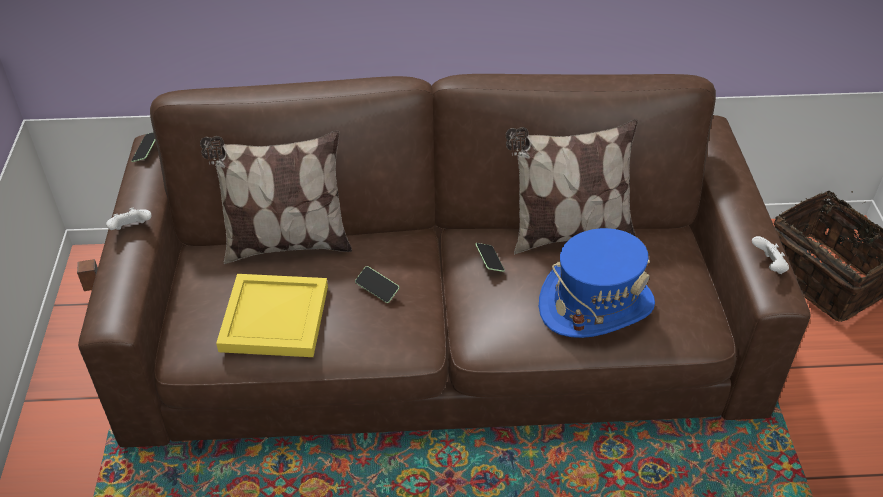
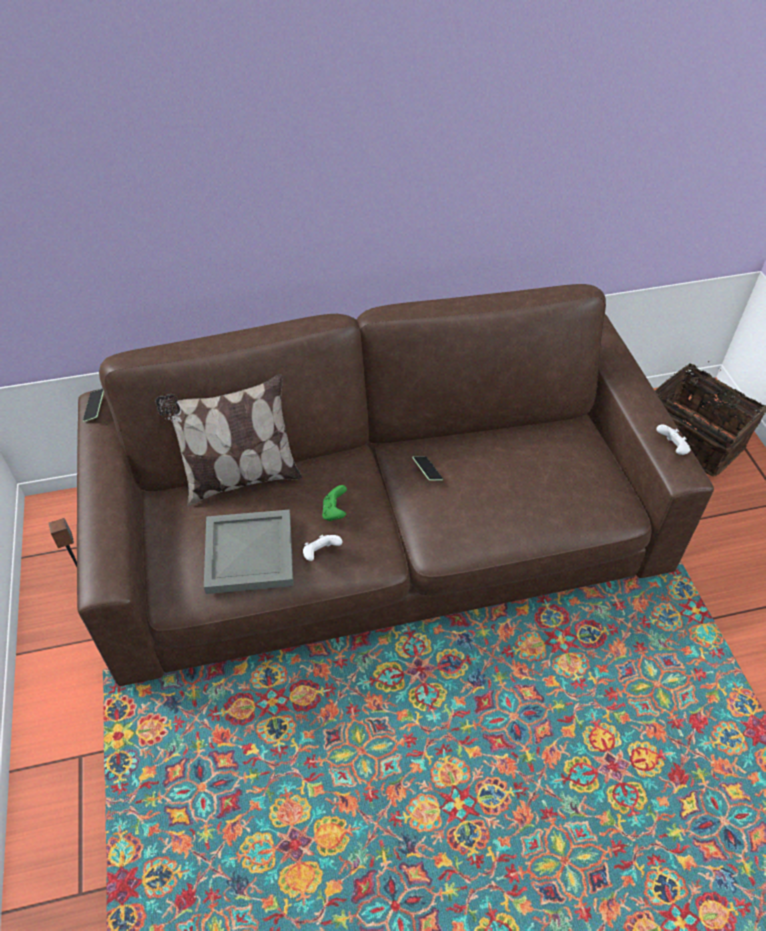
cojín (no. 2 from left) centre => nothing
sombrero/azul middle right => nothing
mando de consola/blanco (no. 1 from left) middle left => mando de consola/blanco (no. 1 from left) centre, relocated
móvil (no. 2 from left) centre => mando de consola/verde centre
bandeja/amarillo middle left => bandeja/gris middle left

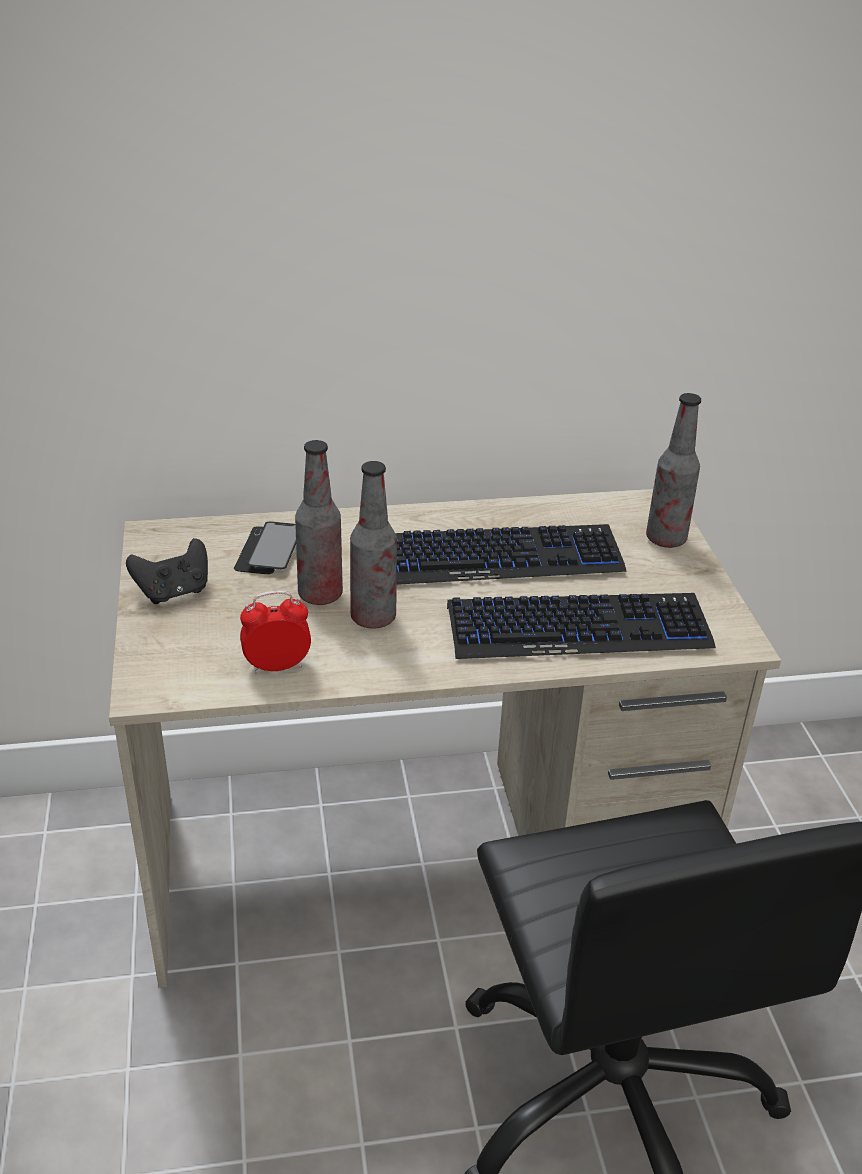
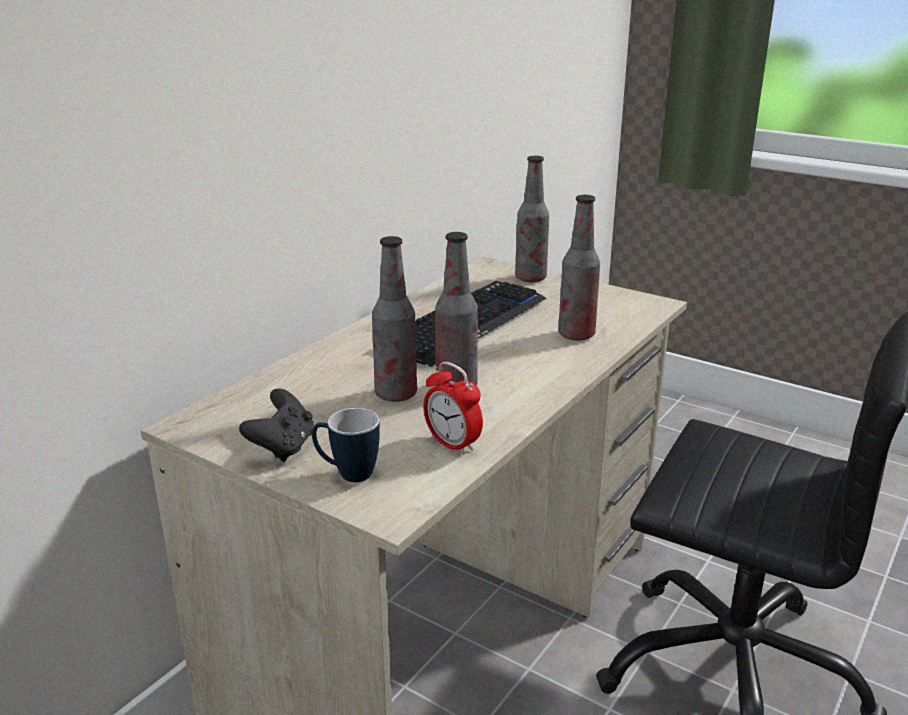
móvil middle left => nothing
nothing => taza grande centre
teclado (no. 2 from left) middle right => botella (no. 4 from left) centre
despertador middle left => despertador centre, 75 degrees counterclockwise

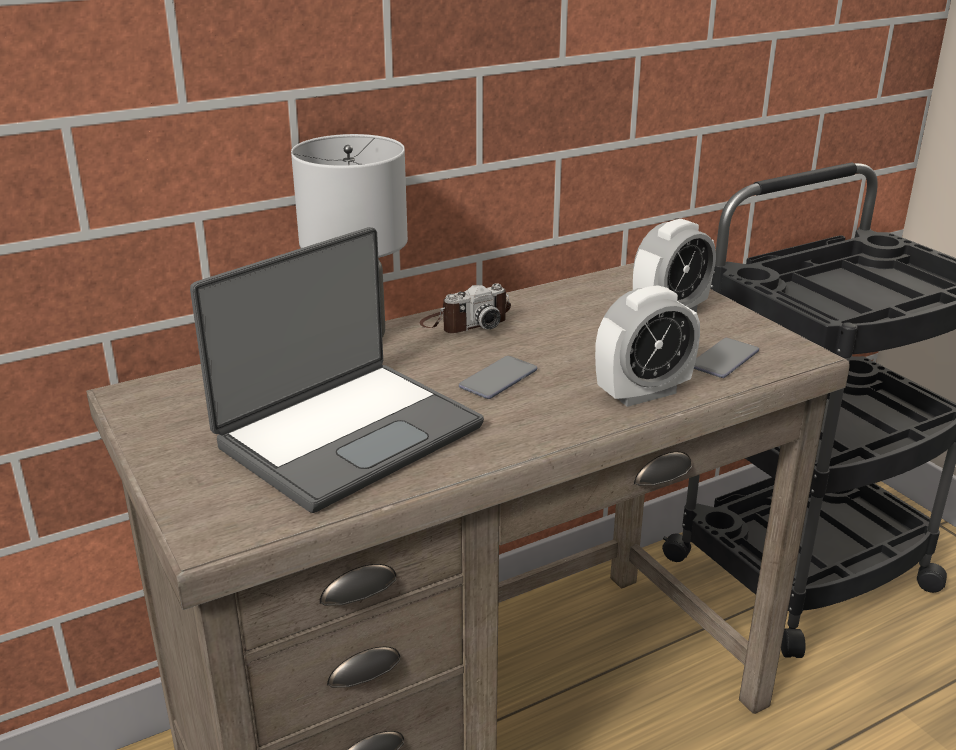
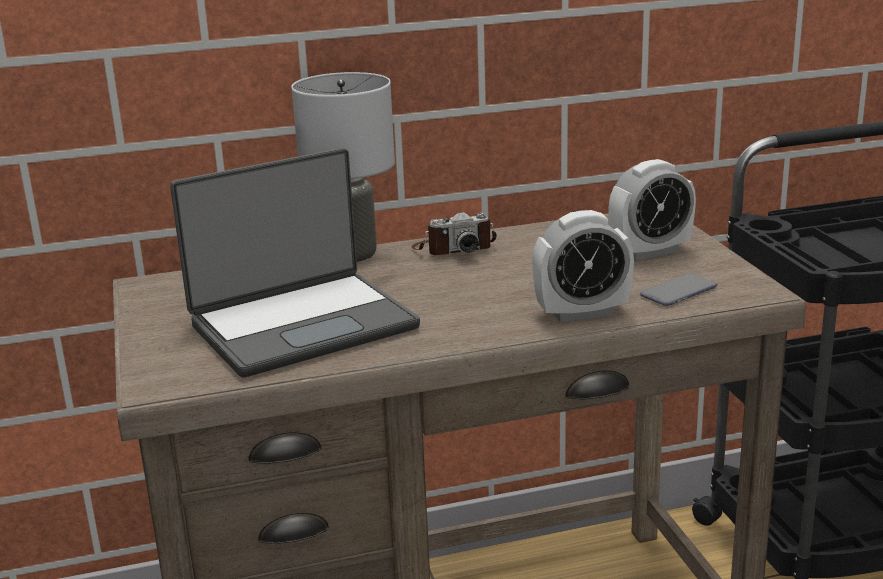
móvil (no. 1 from left) centre => nothing

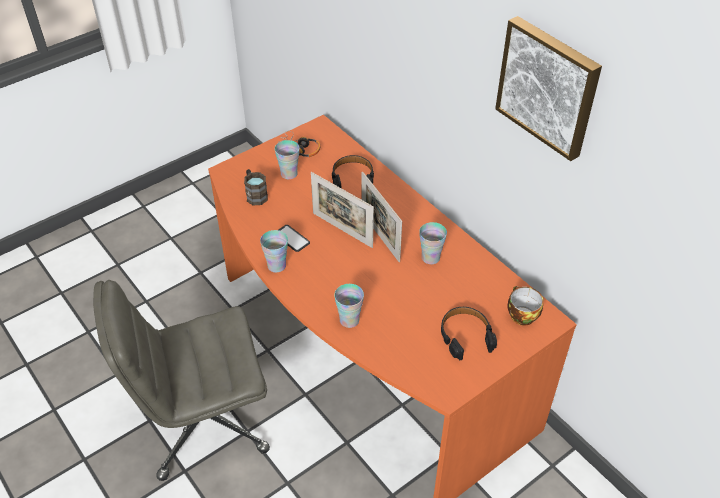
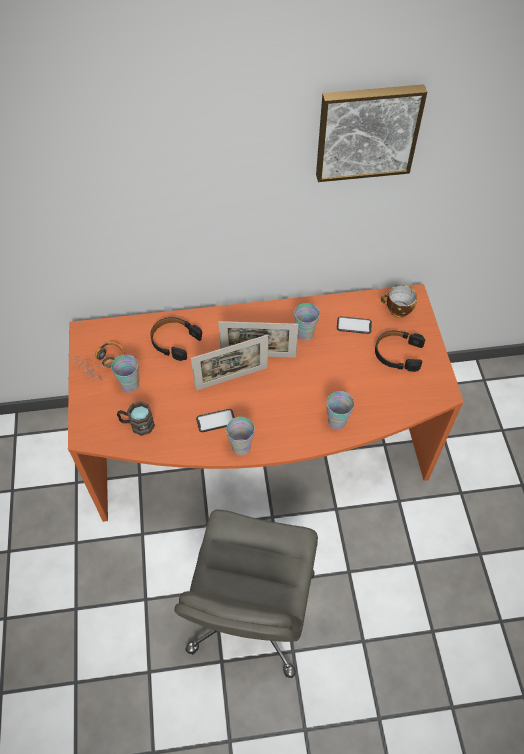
nothing => móvil (no. 2 from left) middle right

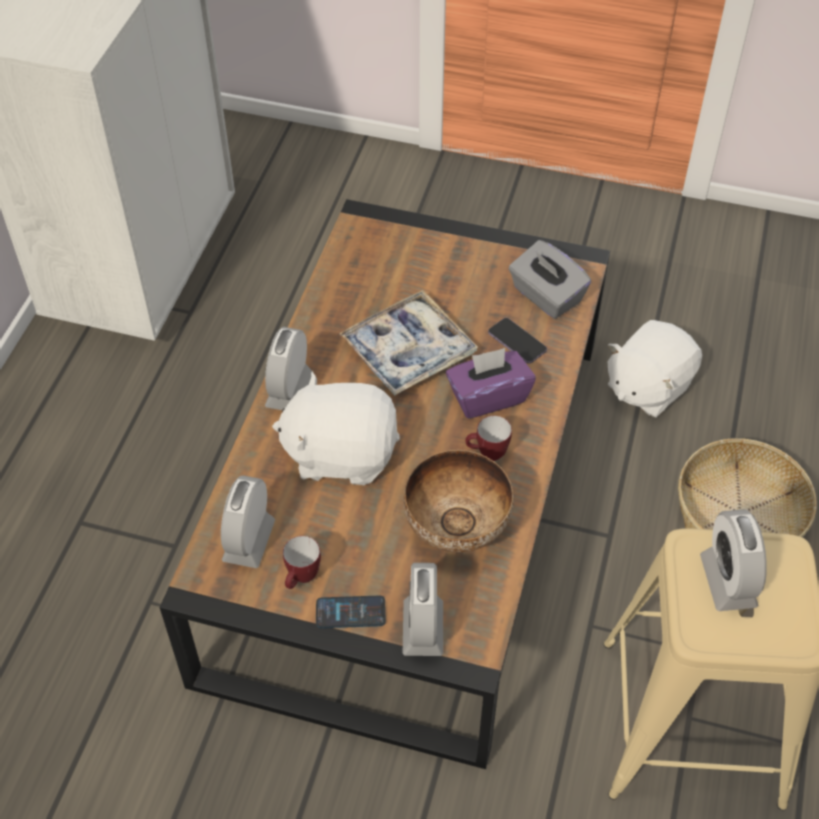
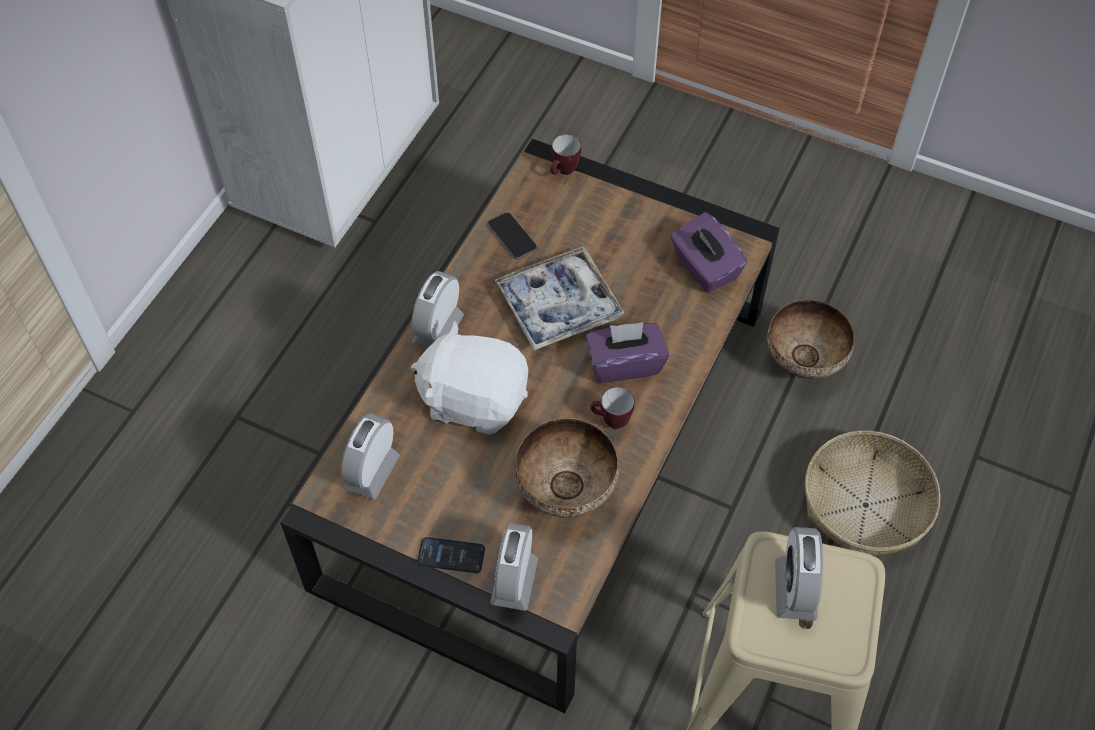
taza grande (no. 1 from left) bottom centre => taza grande (no. 1 from left) top centre, relocated
móvil (no. 2 from left) centre => móvil (no. 2 from left) top centre, relocated
peluche/blanco (no. 2 from left) middle right => cuenco (no. 2 from left) middle right
caja de pañuelos/gris middle right => caja de pañuelos/morado (no. 2 from left) centre

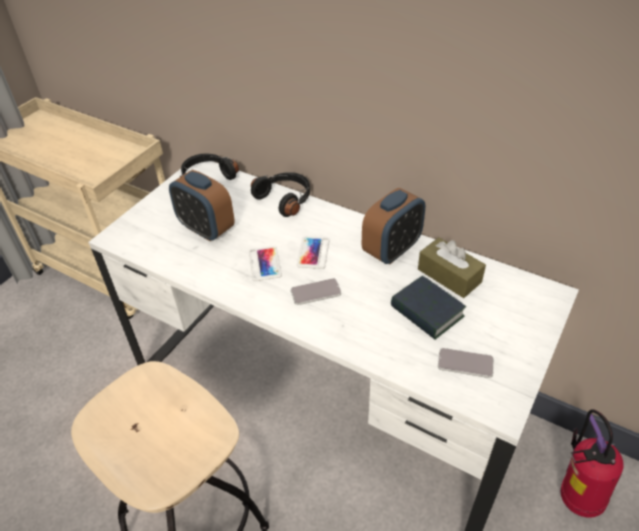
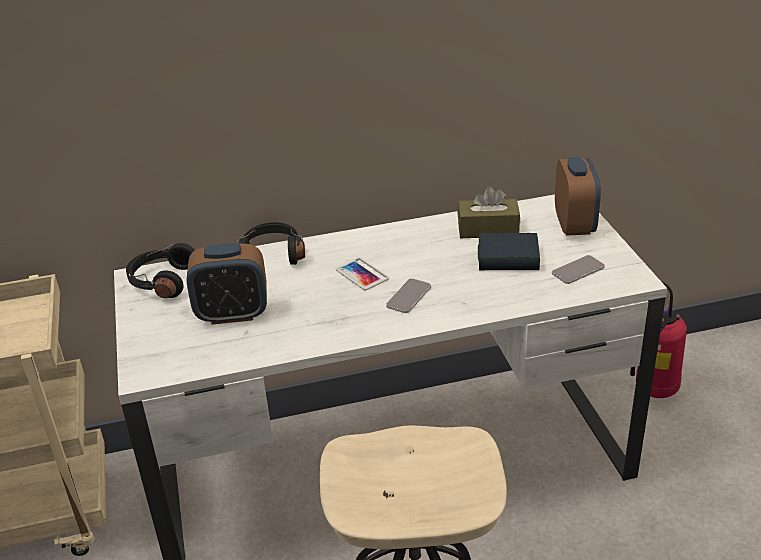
móvil (no. 1 from left) centre => nothing
despertador (no. 2 from left) centre => despertador (no. 2 from left) middle right, relocated

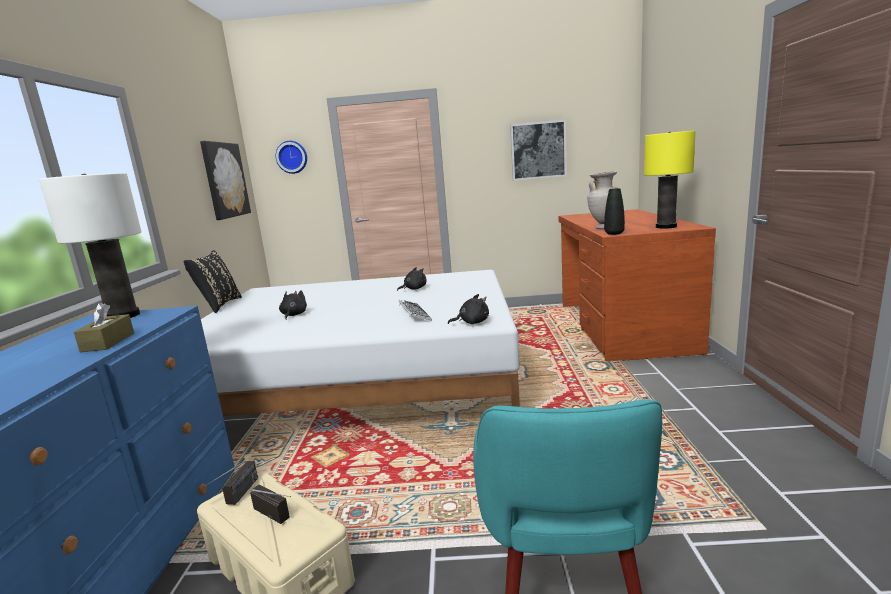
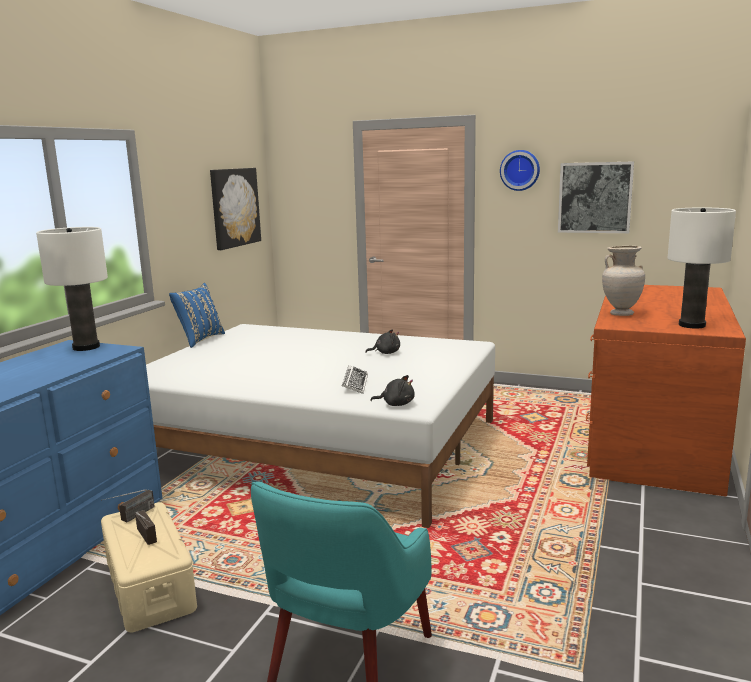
caja de pañuelos/marrón middle left => nothing
peluche/negro (no. 1 from left) middle left => nothing
florero/negro middle right => nothing
reloj de pared top left => reloj de pared top right, relocated
cojín/negro middle left => cojín/azul middle left
lámpara de mesa/amarillo top right => lámpara de mesa/blanco (no. 2 from left) middle right

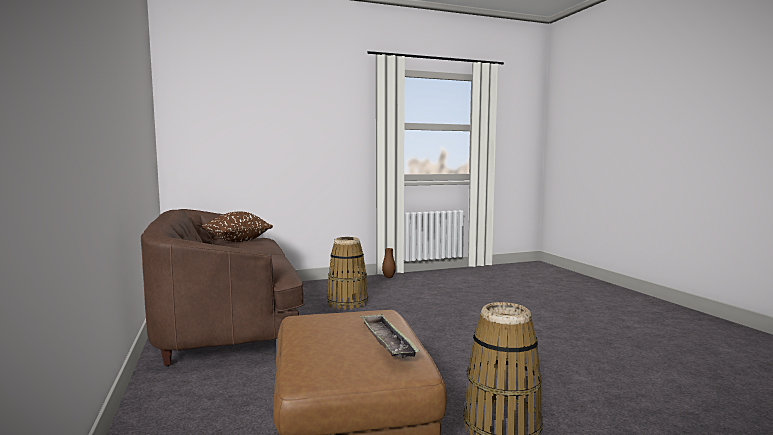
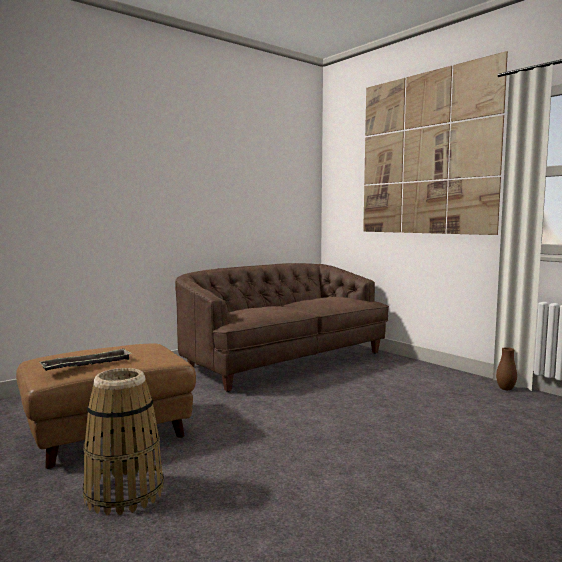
cojín/marrón middle left => nothing
cesta (no. 1 from left) centre => nothing
nothing => cuadro top right

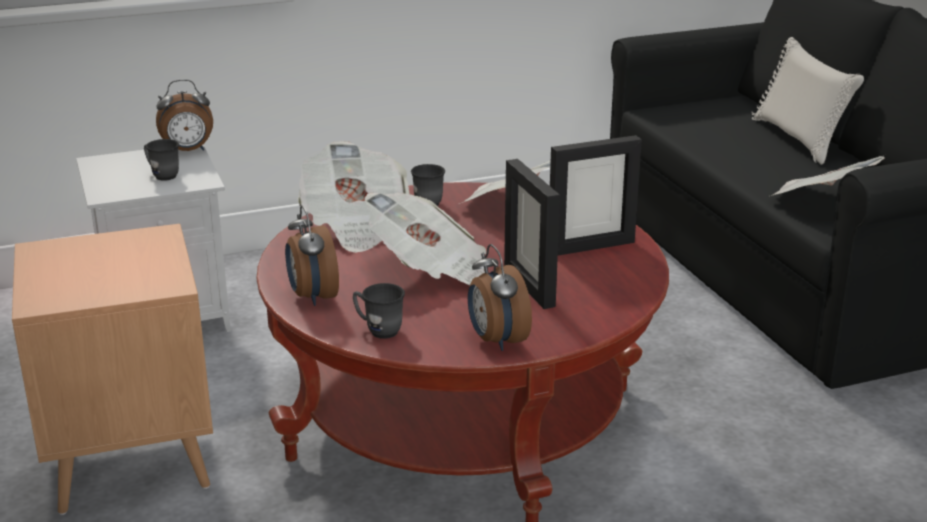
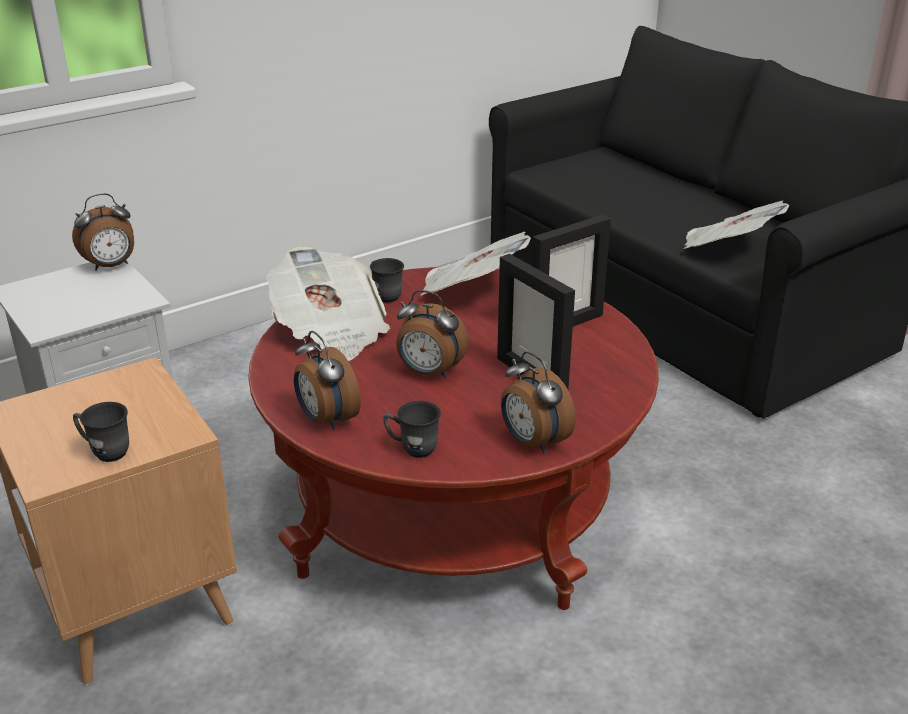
cojín/blanco top right => nothing
taza grande/gris (no. 1 from left) top left => taza grande/gris (no. 1 from left) middle left, relocated
periódico (no. 2 from left) centre => despertador (no. 3 from left) centre

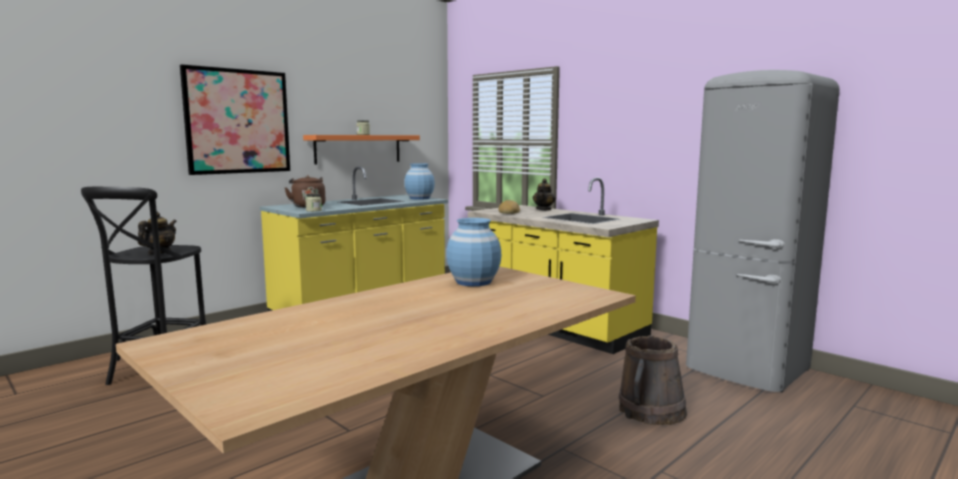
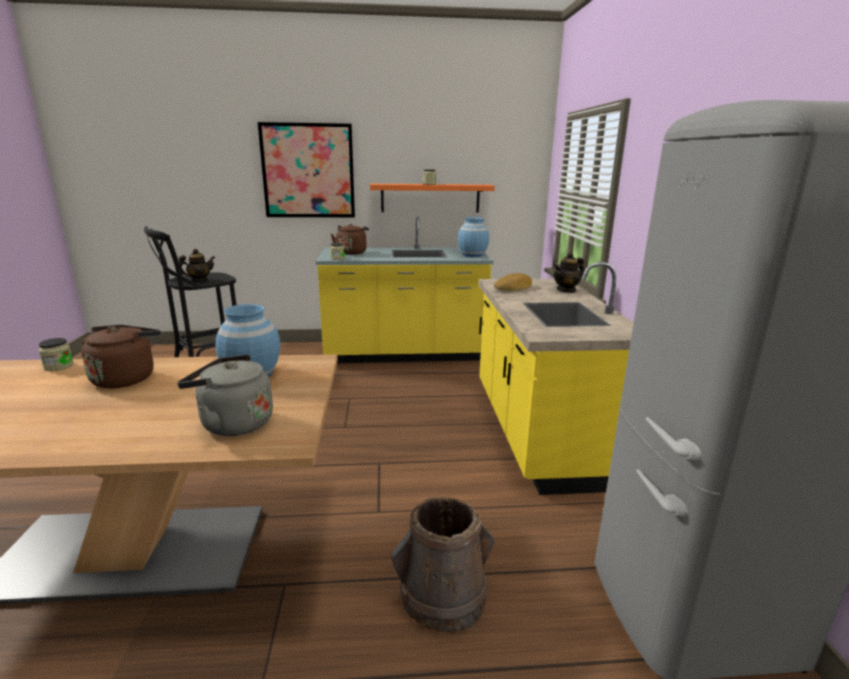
nothing => tarro (no. 1 from left) middle left
nothing => hervidor/marrón (no. 1 from left) middle left
nothing => hervidor/gris middle left

